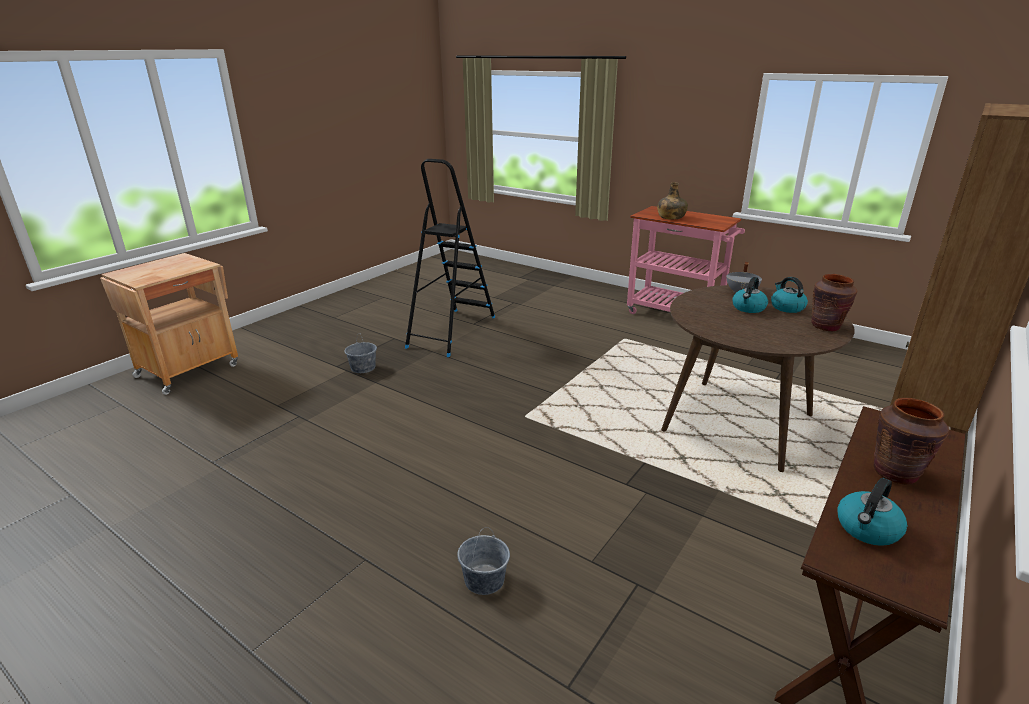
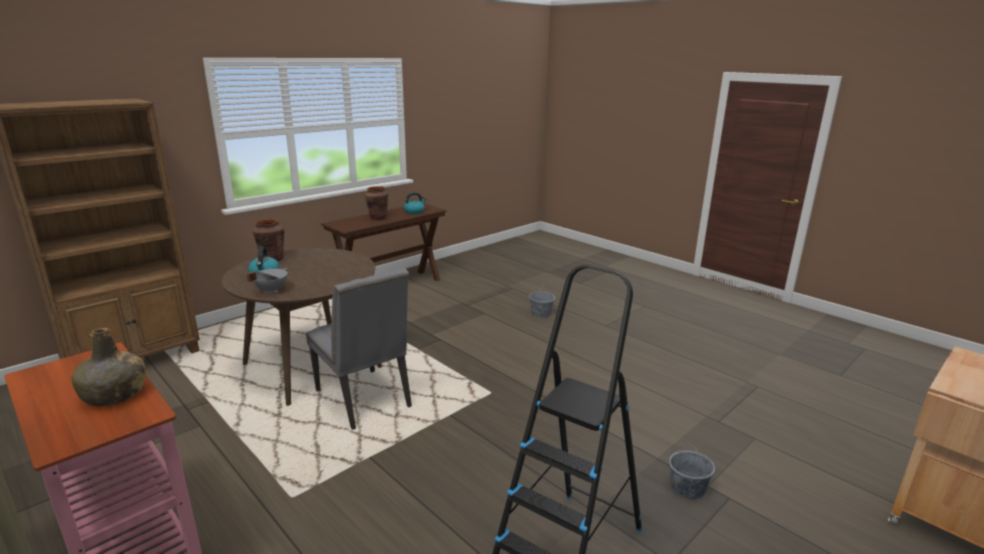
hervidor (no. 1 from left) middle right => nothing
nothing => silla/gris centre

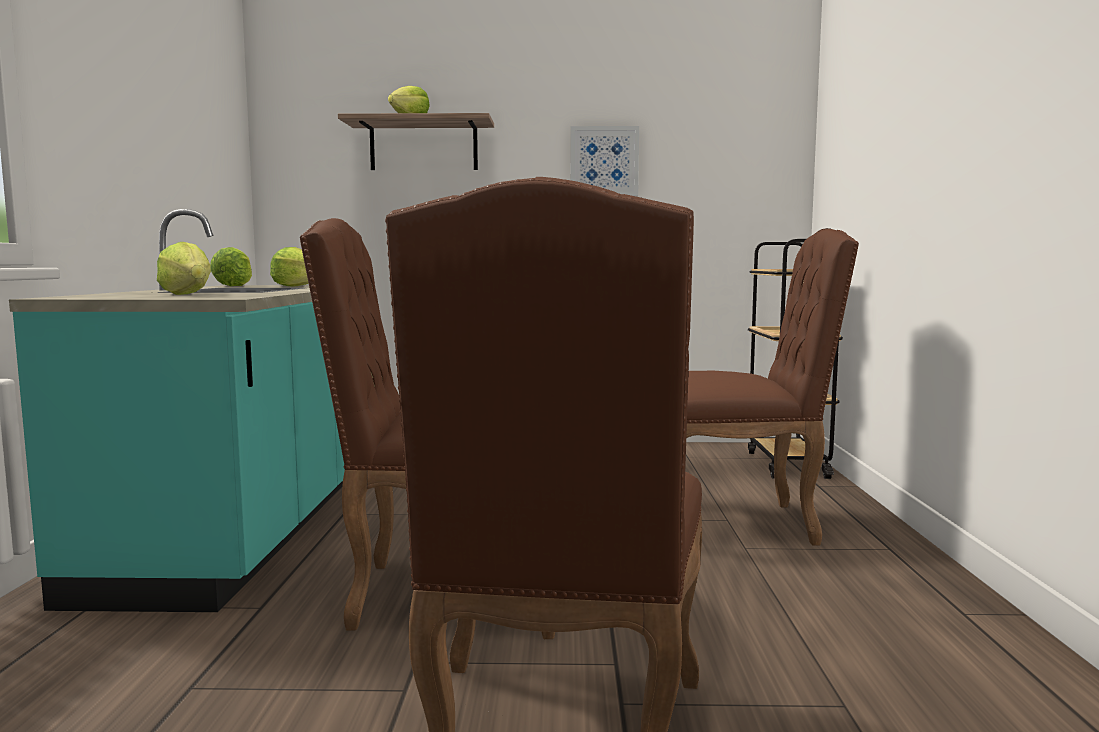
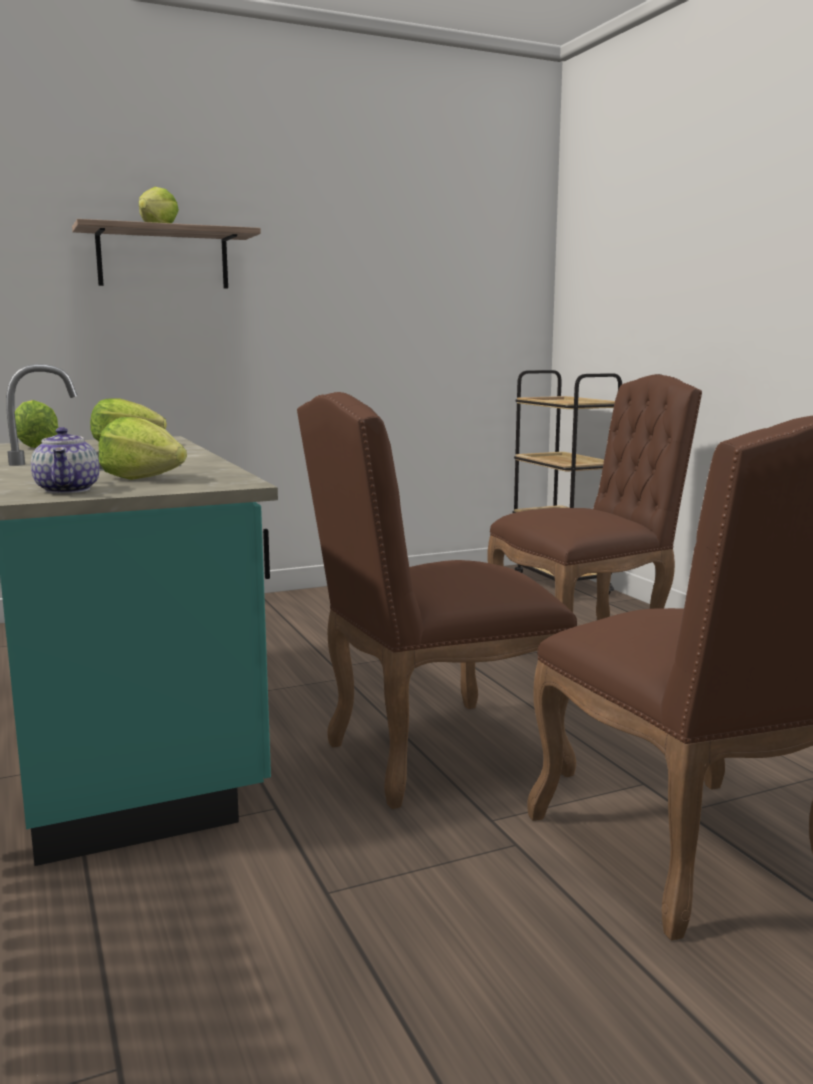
cuadro top centre => nothing
nothing => tetera middle left

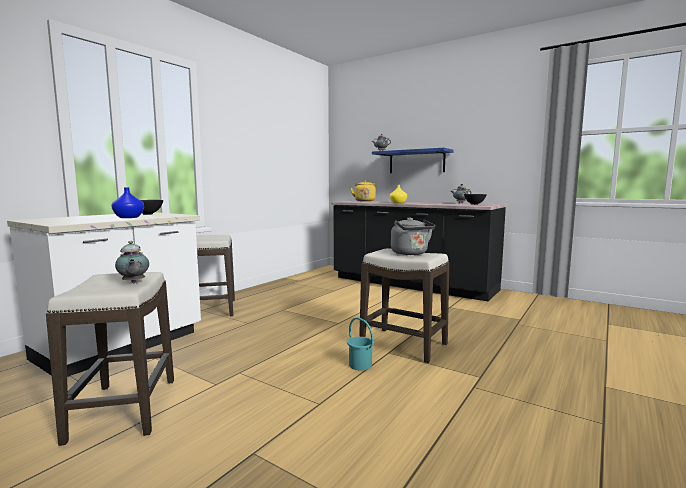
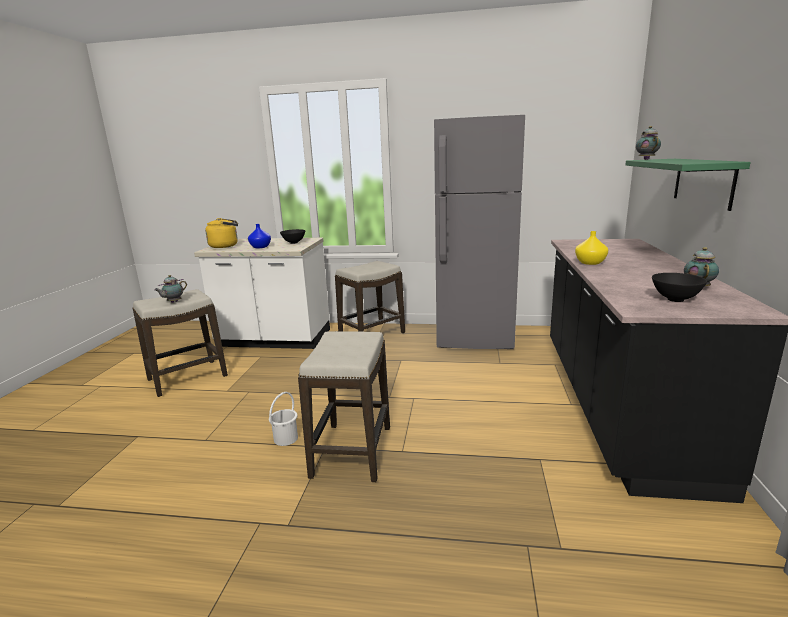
hervidor/gris centre => nothing
nothing => nevera/gris centre
hervidor/amarillo centre => hervidor/amarillo middle left, relocated
cubo/turquesa bottom centre => cubo/blanco bottom centre
estante/azul top centre => estante/verde top right

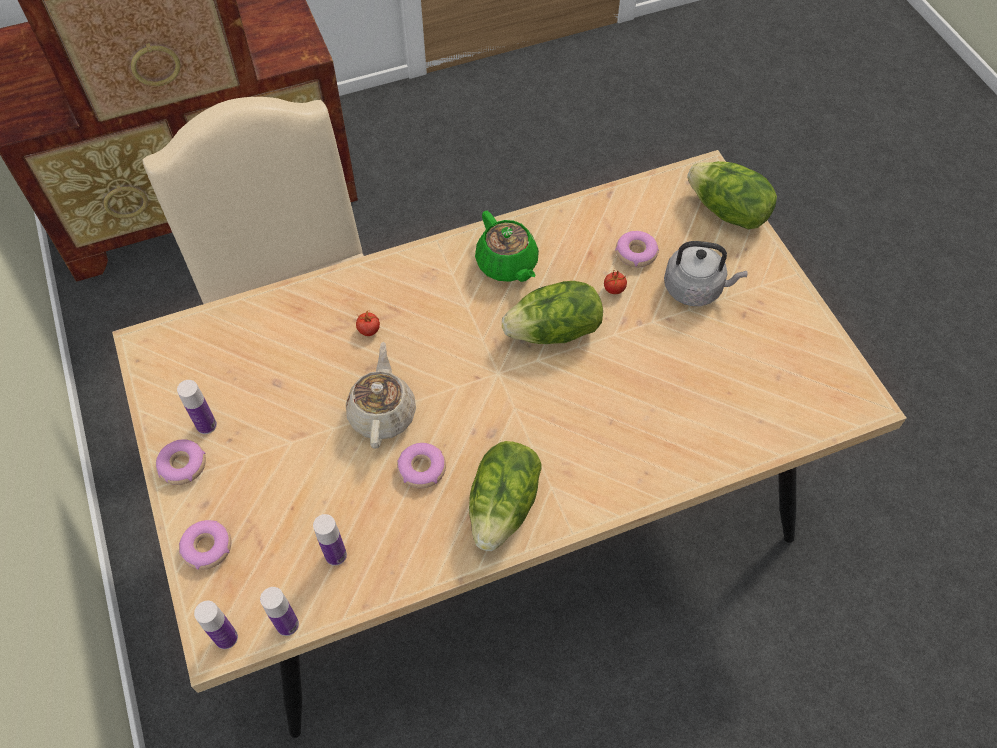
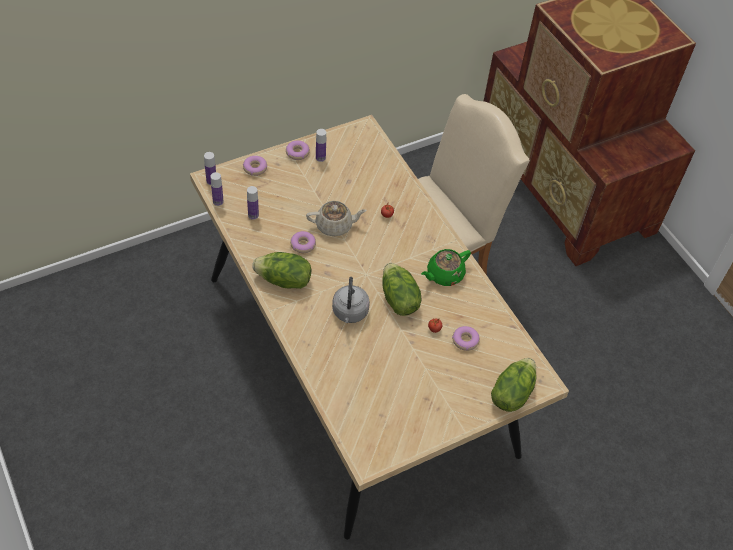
hervidor/gris middle right => hervidor/gris centre, relocated

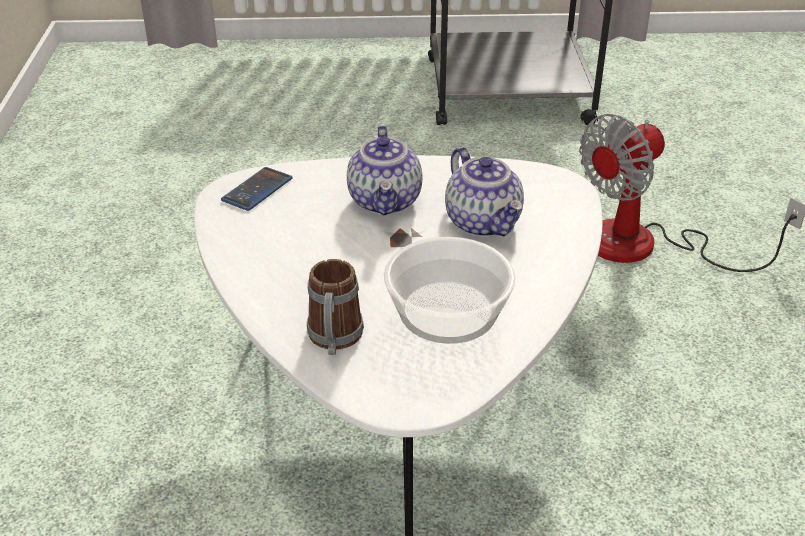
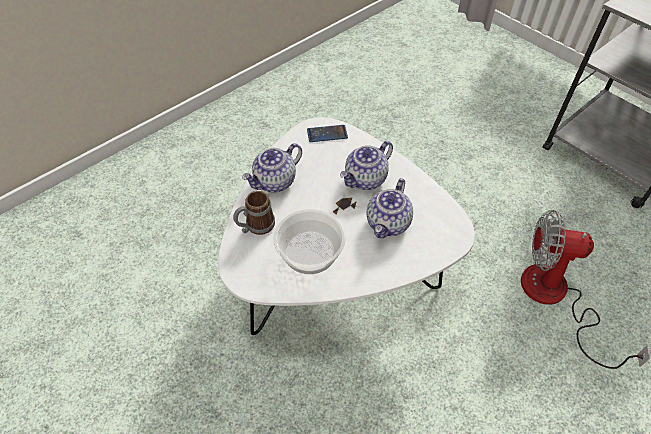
nothing => tetera (no. 1 from left) centre

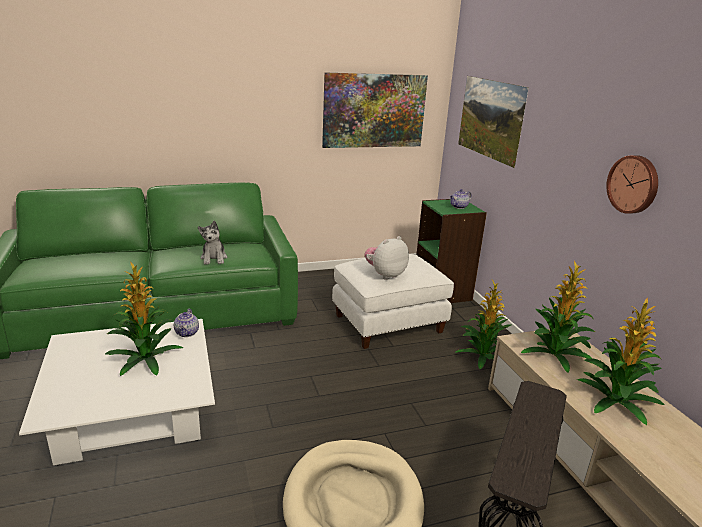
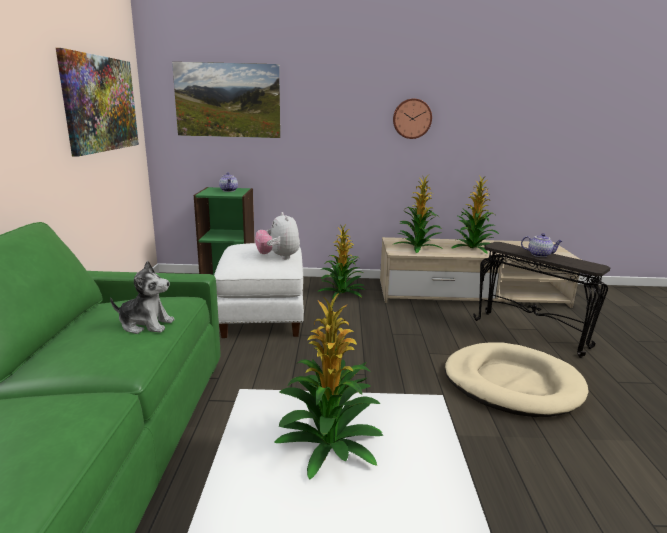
tetera (no. 1 from left in the first image) middle left => tetera (no. 2 from left) middle right, relocated

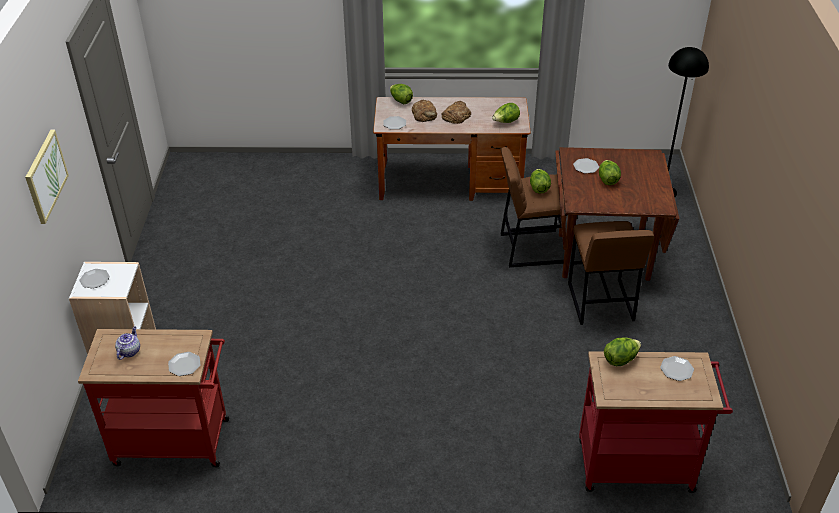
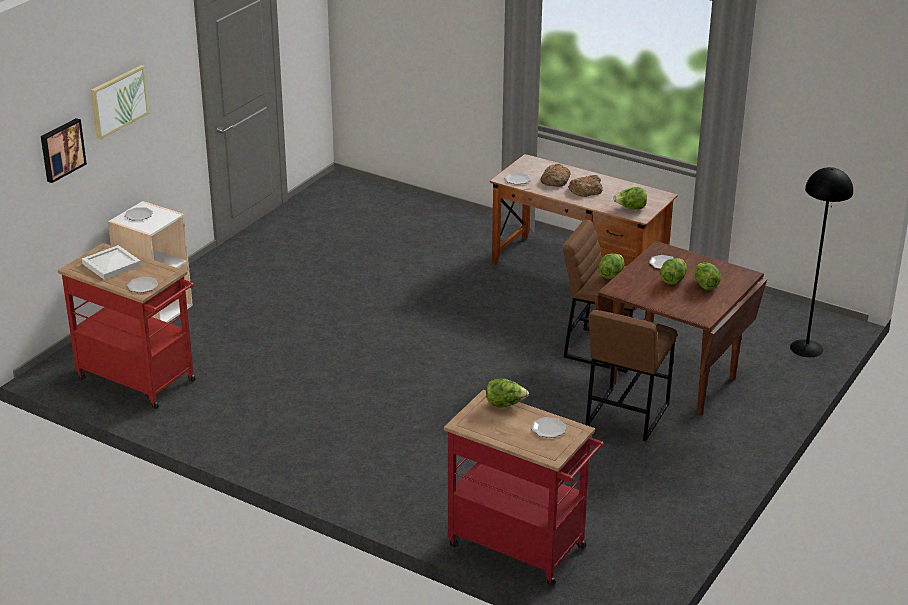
nothing => cuadro (no. 1 from left) top left
lechuga (no. 1 from left in the first image) top centre => lechuga (no. 5 from left) middle right, relocated
tetera bottom left => bandeja/blanco middle left

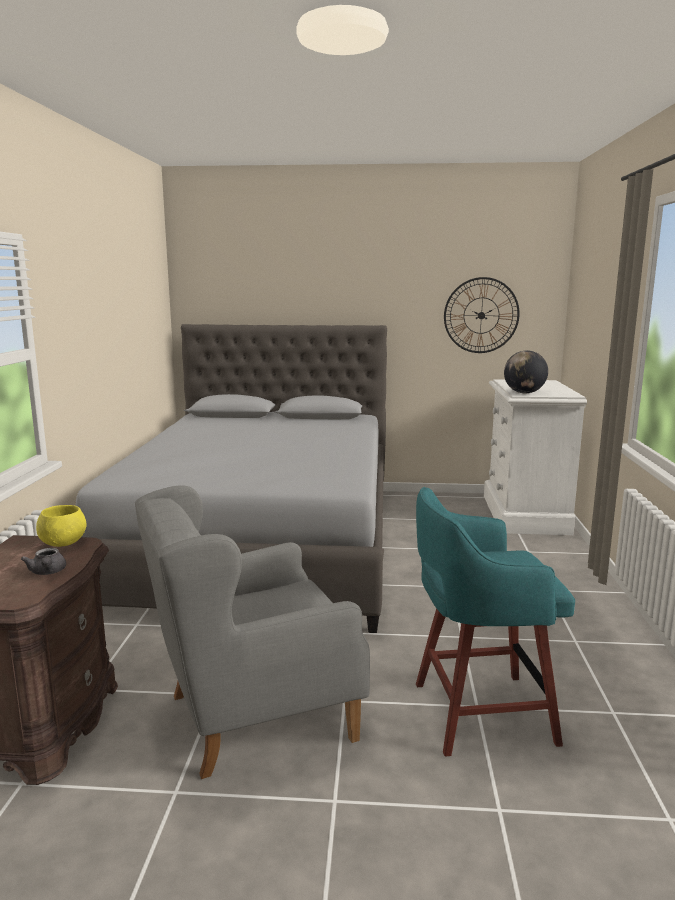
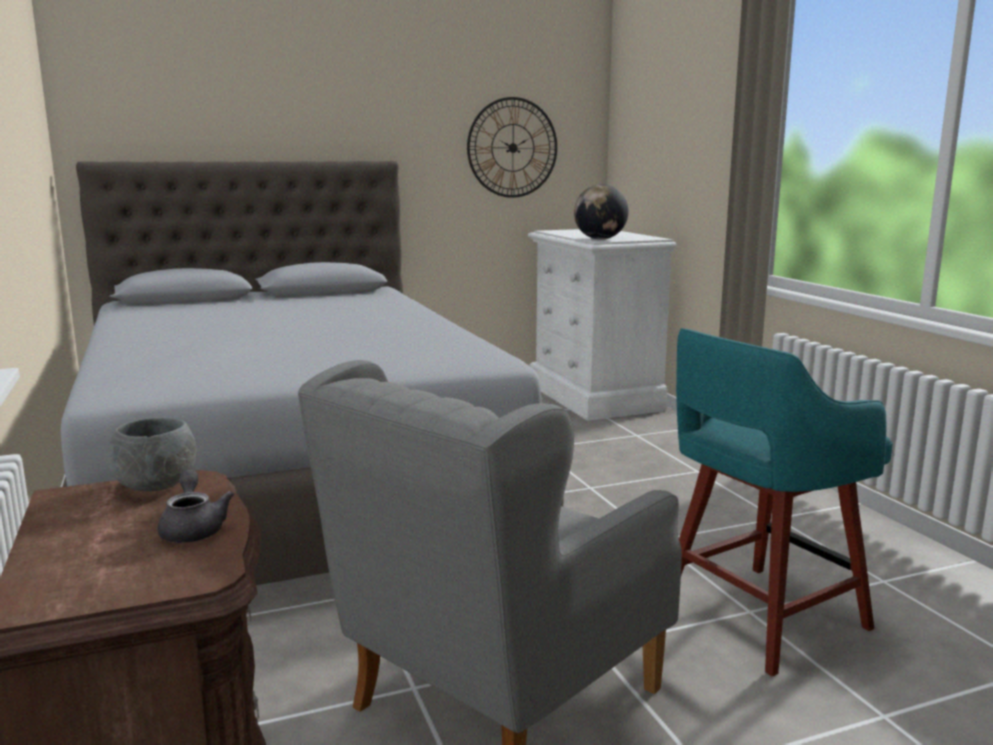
cuenco/amarillo middle left => cuenco/gris middle left
tetera/gris middle left => tetera/gris bottom left, 150 degrees counterclockwise

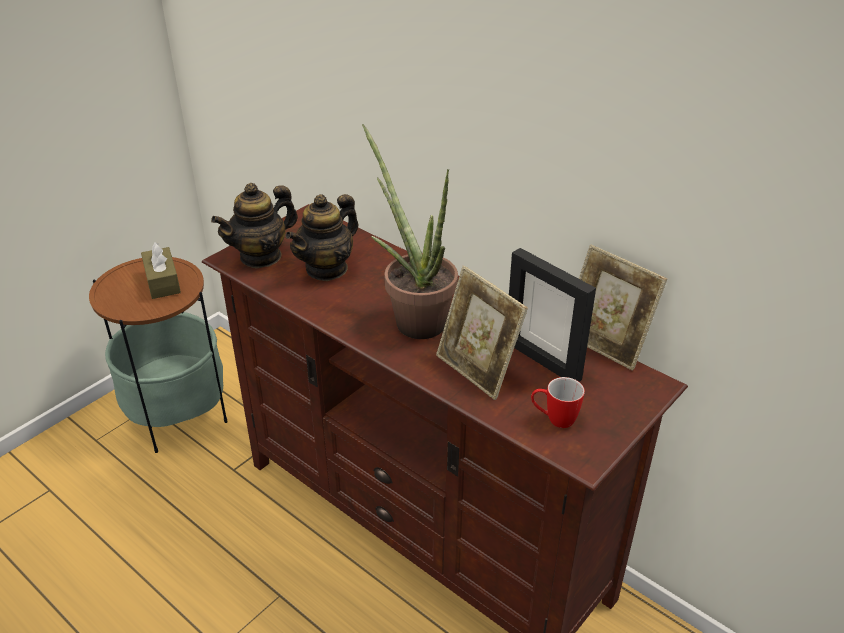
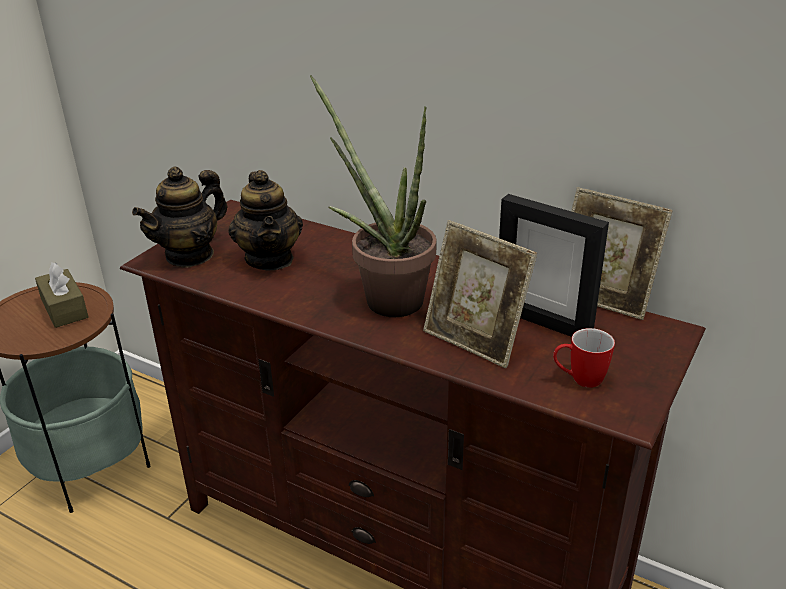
tetera (no. 2 from left) centre, 45 degrees counterclockwise

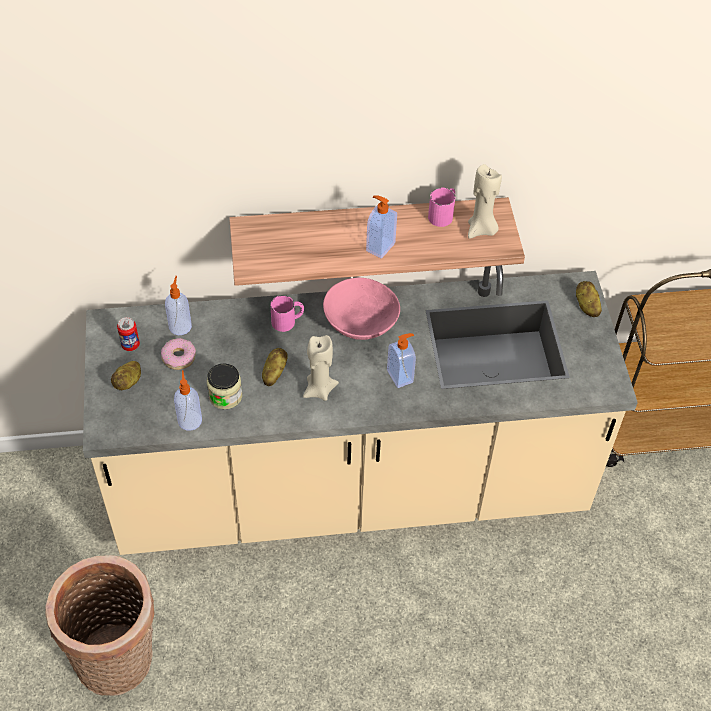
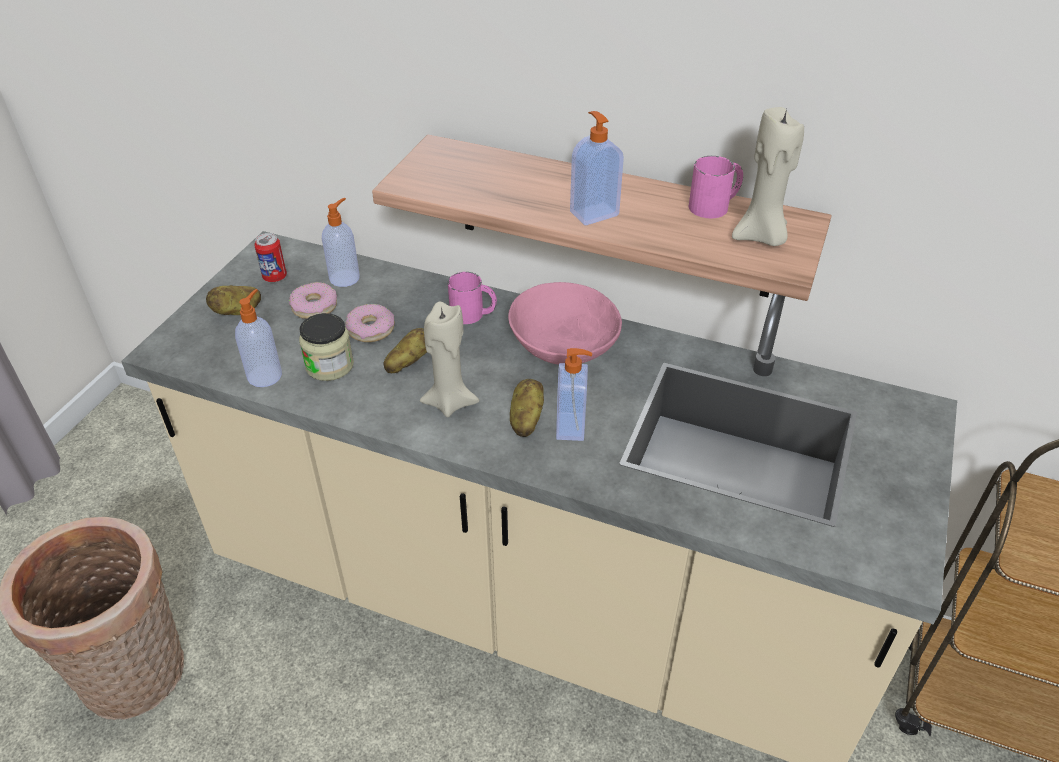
nothing => rosquilla (no. 2 from left) centre
patata (no. 3 from left) middle right => patata (no. 3 from left) centre, relocated

